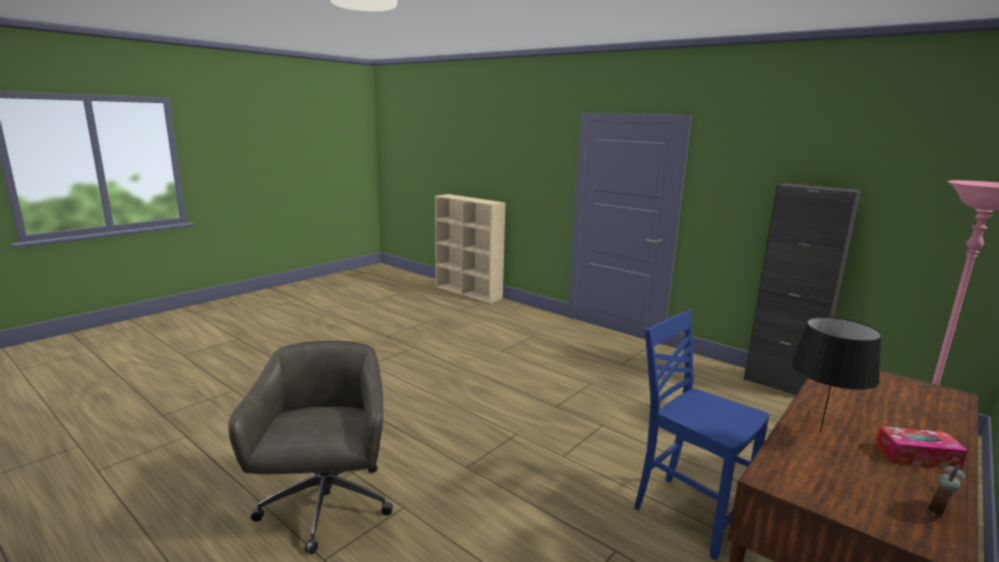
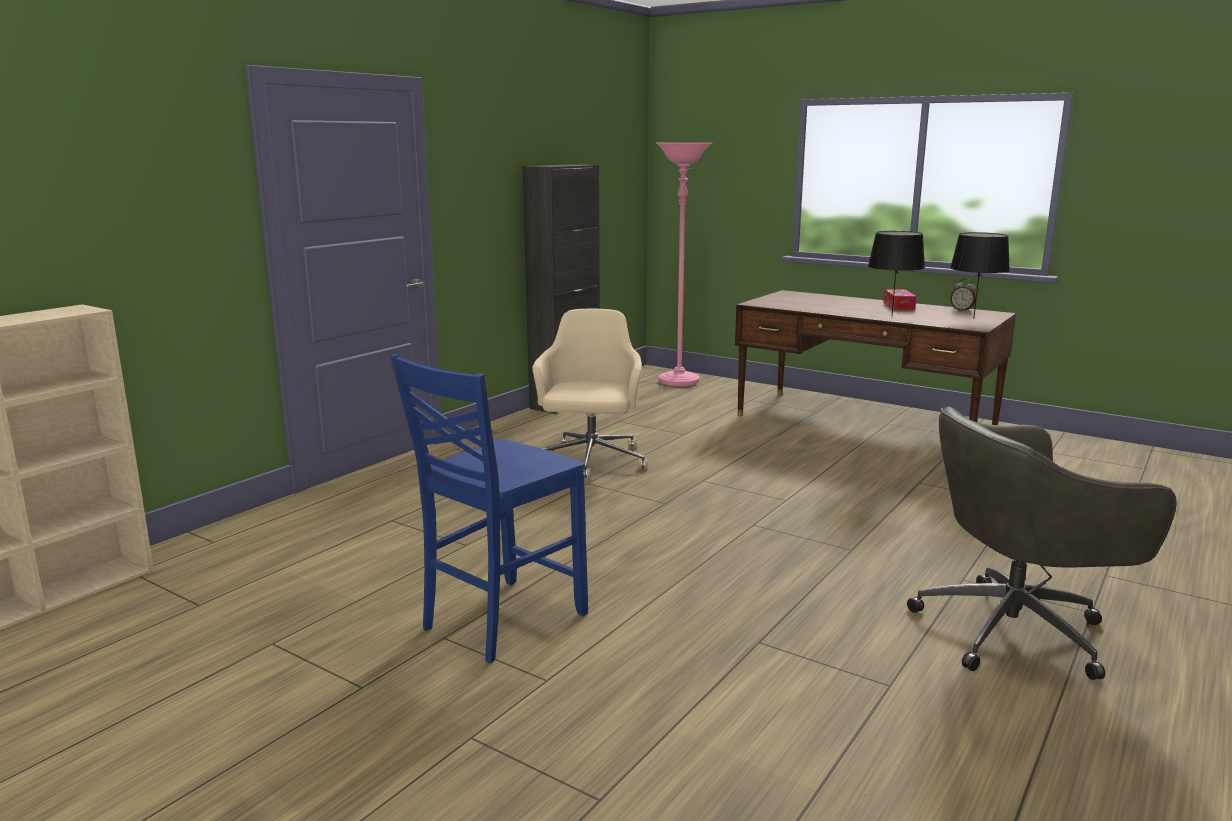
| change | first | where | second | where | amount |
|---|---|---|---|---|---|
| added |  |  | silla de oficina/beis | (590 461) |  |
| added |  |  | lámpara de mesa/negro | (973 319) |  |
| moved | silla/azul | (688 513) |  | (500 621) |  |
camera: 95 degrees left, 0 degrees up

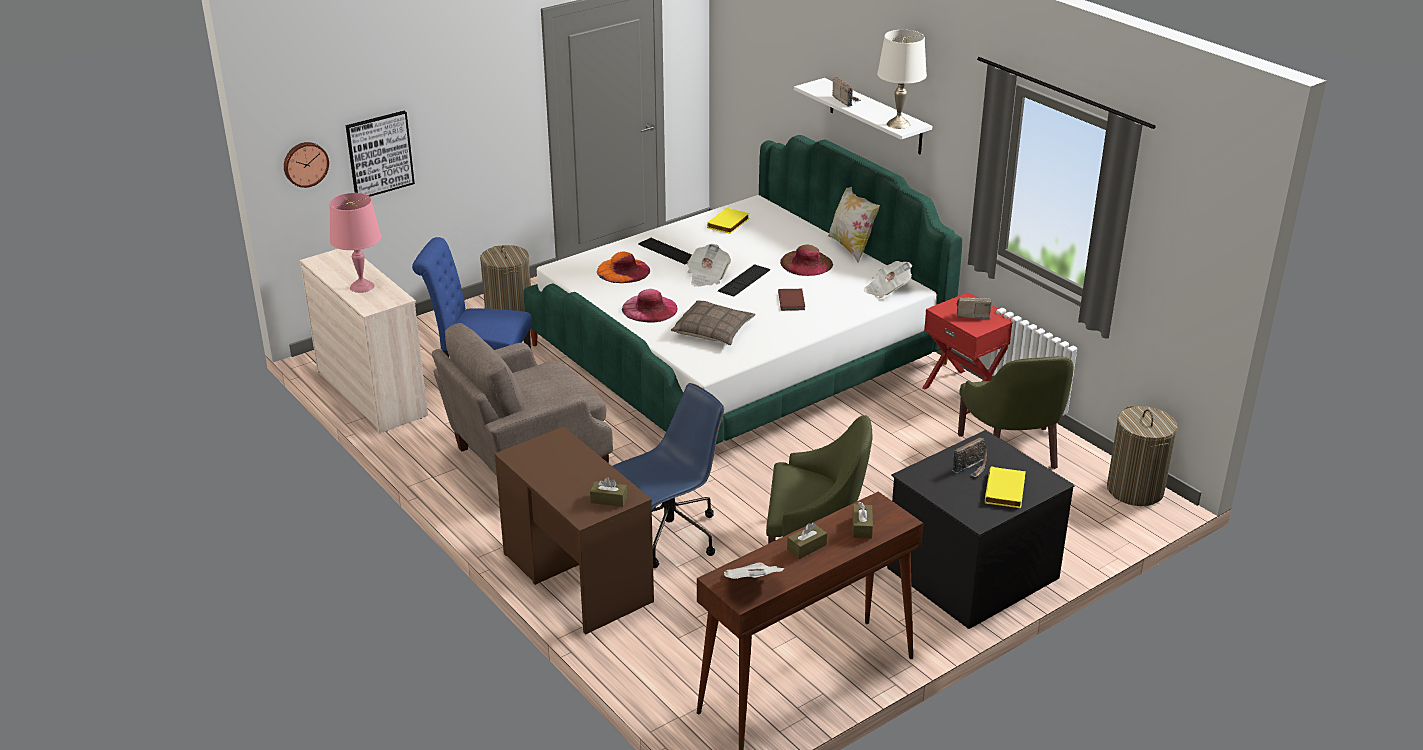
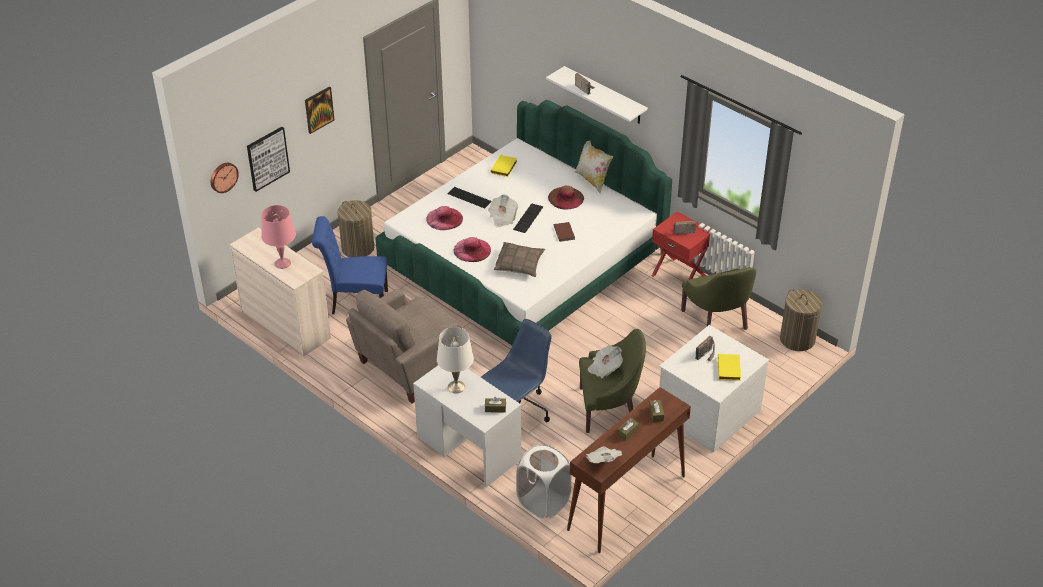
| change | first | where | second | where | amount |
|---|---|---|---|---|---|
| added |  |  | cuadro | (319 109) |  |
| added |  |  | cesto de la ropa/blanco | (543 502) |  |
| moved | periódico | (887 290) |  | (604 368) |  |
| moved | lámpara de mesa/blanco | (898 124) |  | (456 386) |  |
| recoloured | escritorio/marrón | (576 577) | escritorio/blanco | (468 448) |  |
| recoloured | sombrero/naranja | (623 270) | sombrero/rosa | (444 218) |  |
| recoloured | cómoda/negro | (970 571) | cómoda/blanco | (707 412) |  |
camera: 10 degrees left, 10 degrees up

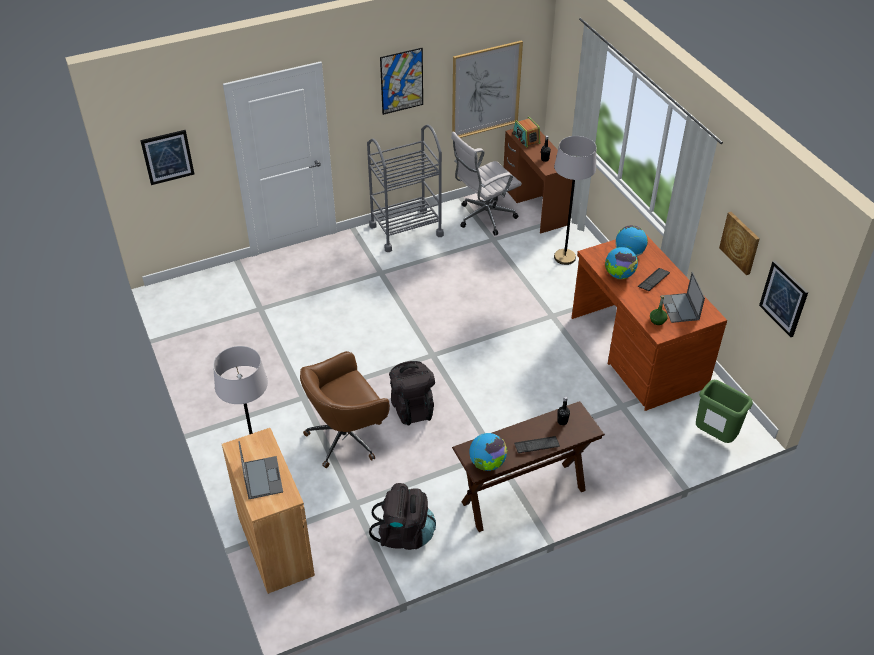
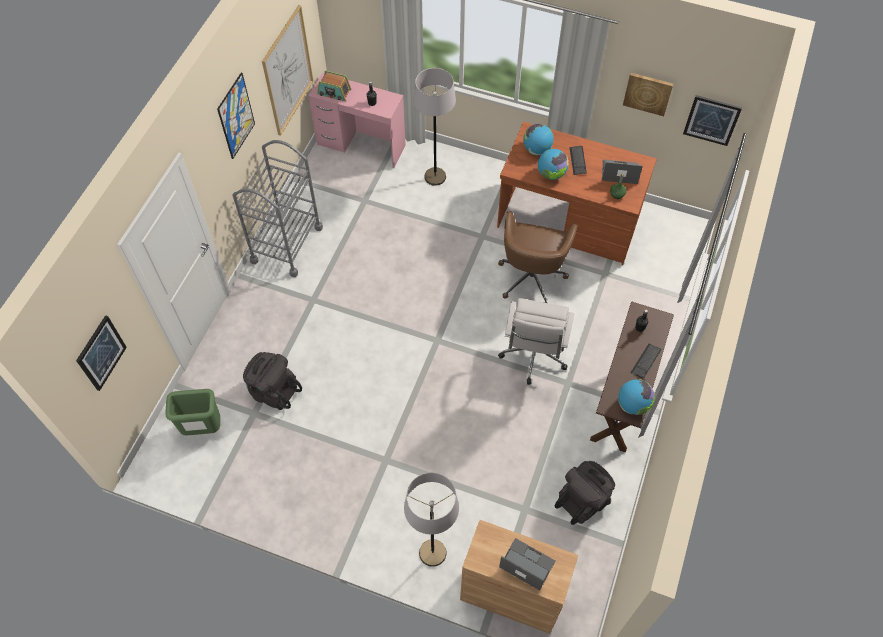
| change | first | where | second | where | amount |
|---|---|---|---|---|---|
| moved | silla de oficina/marrón | (347 437) |  | (531 276) |  |
| moved | mochila/negro | (412 407) |  | (273 391) |  |
| moved | silla de oficina/blanco | (483 218) |  | (533 357) |  |
| moved | papelera/verde | (714 436) |  | (202 429) |  |
| recoloured | escritorio/marrón | (534 206) | escritorio/rosa | (361 145) |  |
| turned | portátil | (680 308) |  | (619 172) | 150 degrees clockwise |
camera: 45 degrees left, 15 degrees up

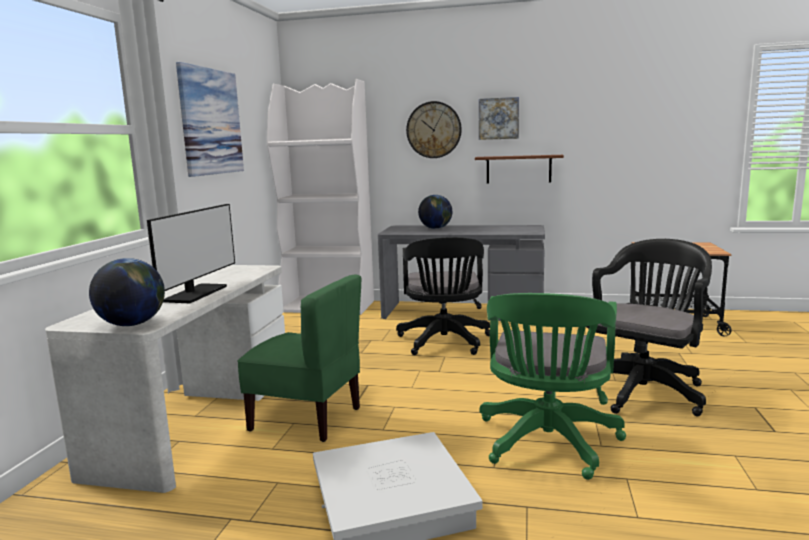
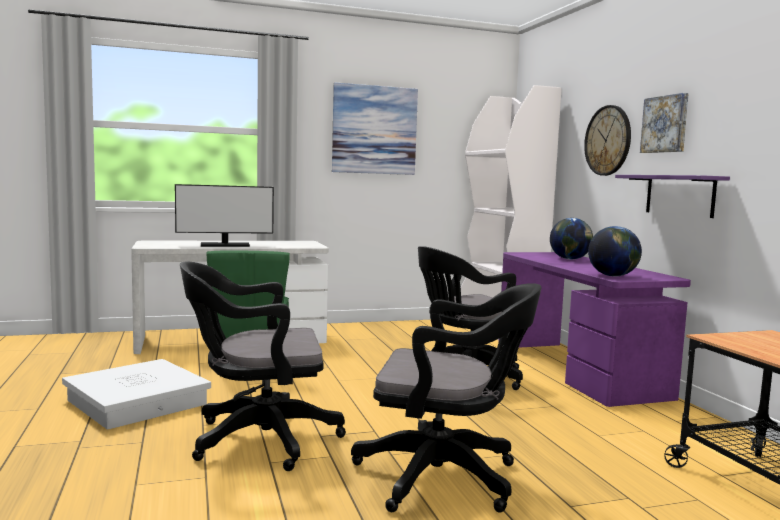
| change | first | where | second | where | amount |
|---|---|---|---|---|---|
| moved | globo terráqueo | (132 324) |  | (612 276) |  |
| recoloured | escritorio/gris | (463 312) | escritorio/morado | (577 371) |  |
| recoloured | estante/marrón | (518 169) | estante/morado | (679 195) |  |
| recoloured | silla de oficina/verde | (547 444) | silla de oficina/negro | (257 440) |  |
camera: 60 degrees right, 5 degrees down

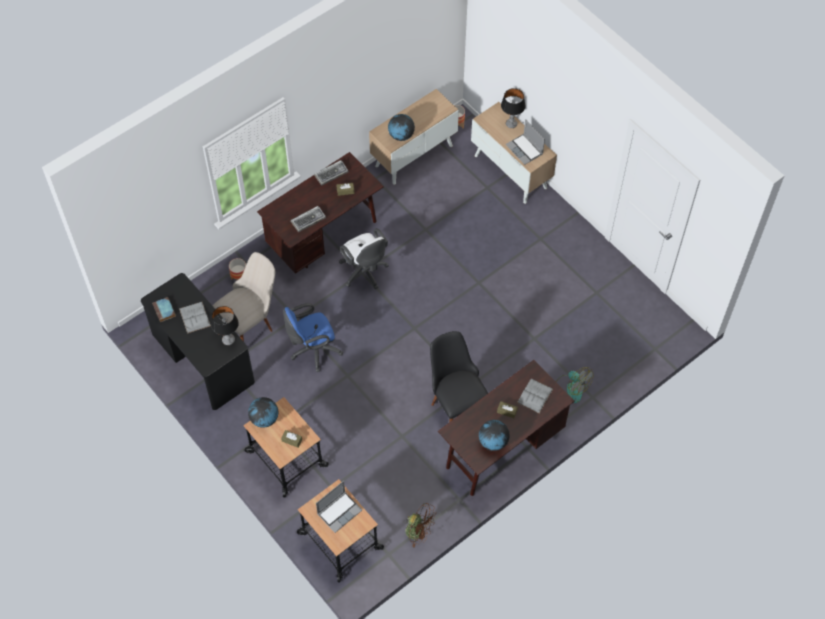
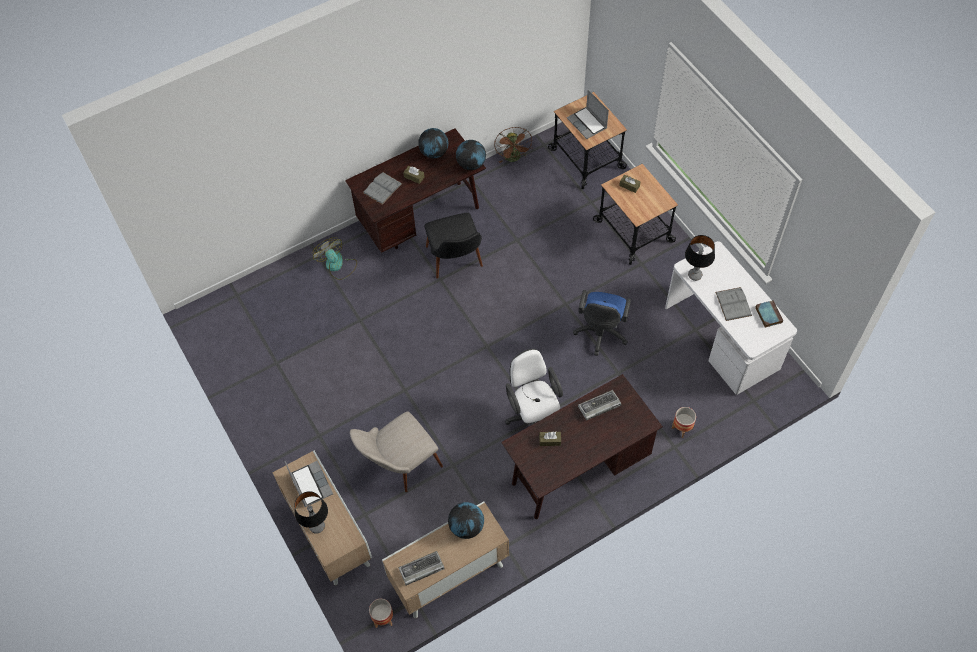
| change | first | where | second | where | amount |
|---|---|---|---|---|---|
| moved | silla/beis | (250 322) |  | (399 466) |  |
| moved | globo terráqueo | (264 419) |  | (471 164) |  |
| moved | teclado | (331 174) |  | (421 569) |  |
| recoloured | escritorio/negro | (202 359) | escritorio/blanco | (722 338) |  |
| turned | silla de oficina/azul | (313 350) |  | (600 334) | 120 degrees clockwise |
| turned | portátil | (339 511) |  | (587 123) | 90 degrees counterclockwise |
| turned | ventilador/marrón | (419 532) |  | (513 158) | 135 degrees counterclockwise |
camera: 170 degrees left, 0 degrees up

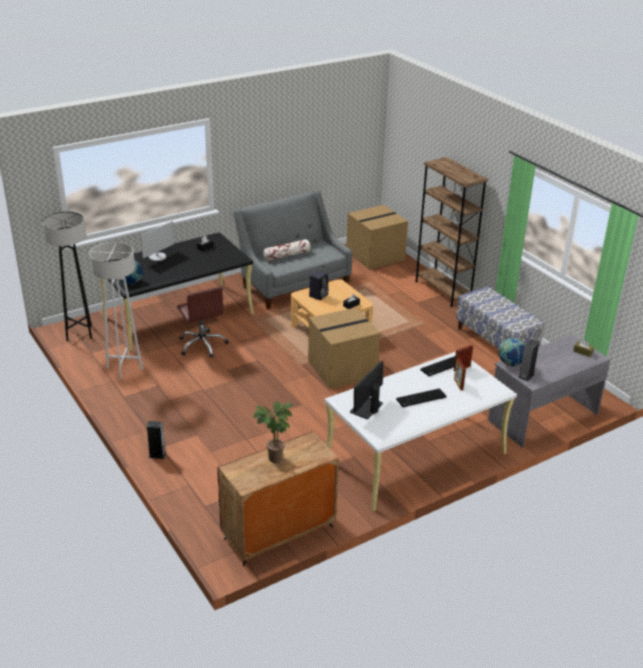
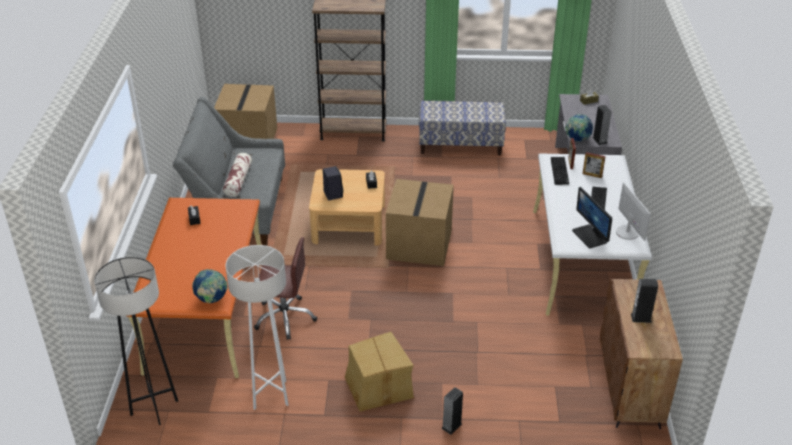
| change | first | where | second | where | amount |
|---|---|---|---|---|---|
| added |  |  | caja de cartón | (378 386) |  |
| moved | monitor | (157 257) |  | (627 232) |  |
| replaced | planta en maceta | (275 460) | altavoz | (641 318) |  |
| recoloured | escritorio/negro | (179 315) | escritorio/naranja | (207 312) |  |
camera: 55 degrees left, 5 degrees up

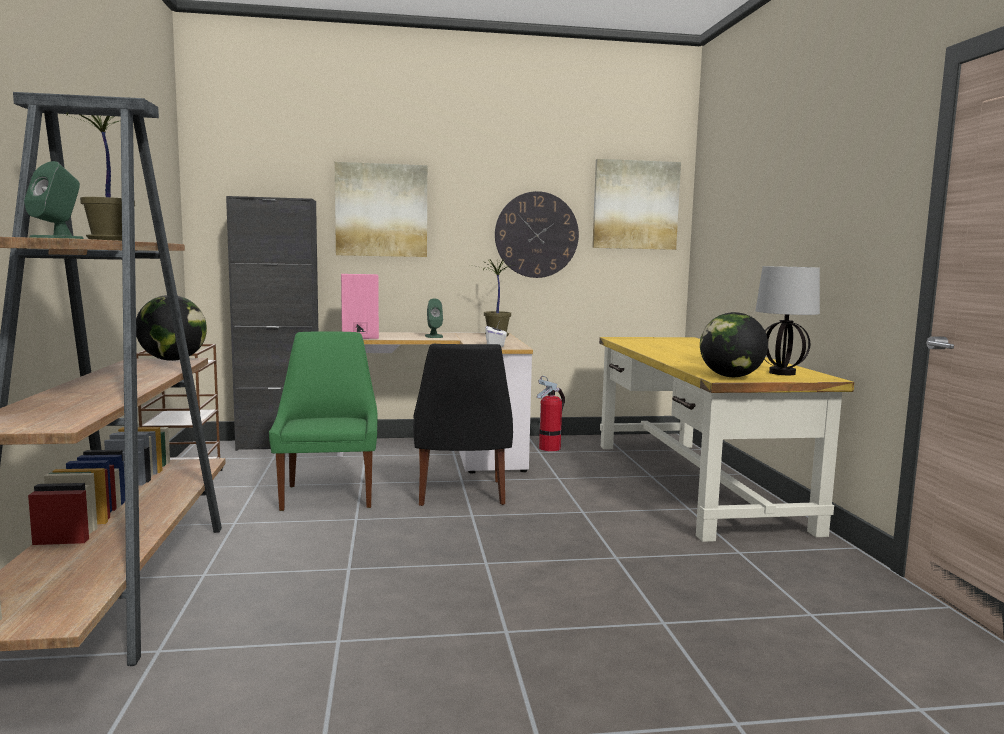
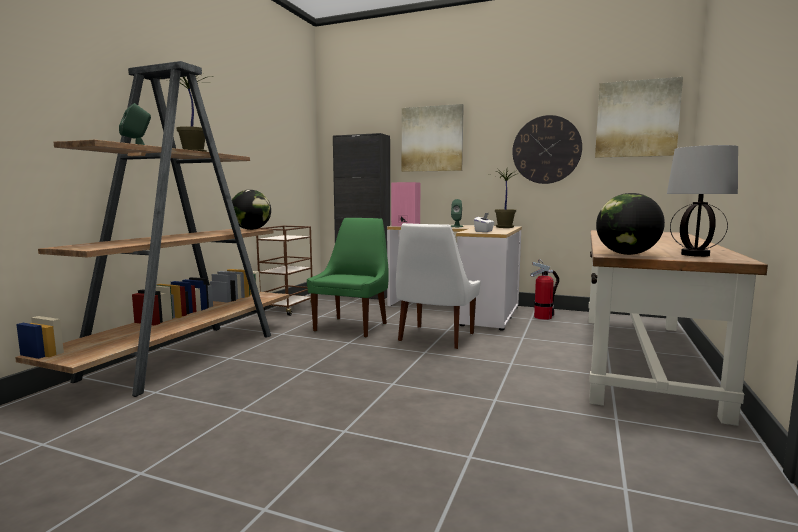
| change | first | where | second | where | amount |
|---|---|---|---|---|---|
| recoloured | silla/negro | (461 494) | silla/blanco | (435 338) |  |
| recoloured | escritorio/amarillo | (694 483) | escritorio/marrón | (642 358) |  |
camera: 30 degrees right, 0 degrees up

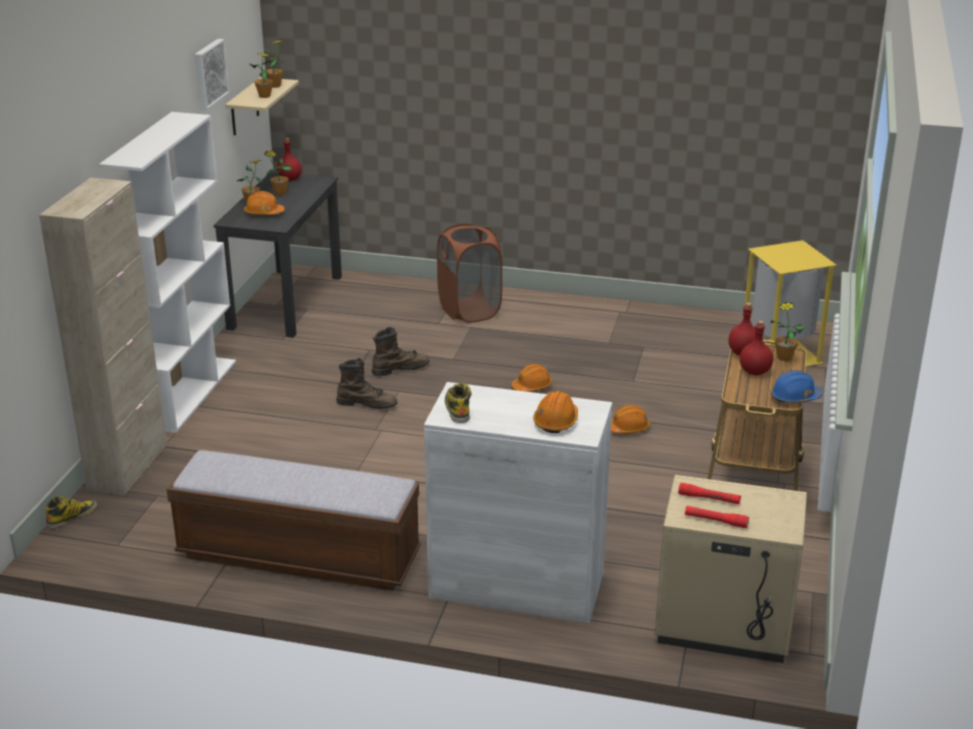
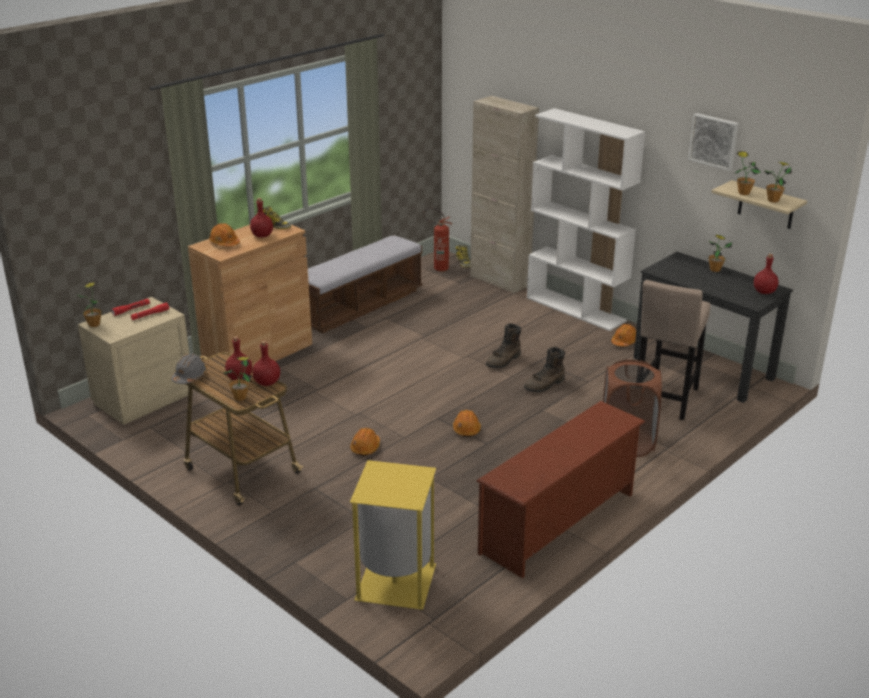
| change | first | where | second | where | amount |
|---|---|---|---|---|---|
| added |  |  | botella/rojo | (262 235) |  |
| added |  |  | extintor | (437 268) |  |
| added |  |  | zapatero/marrón | (559 524) |  |
| added |  |  | taburete/beis | (665 400) |  |
| moved | casco/naranja | (264 213) |  | (624 342) |  |
| moved | planta en maceta | (280 193) |  | (94 324) |  |
| recoloured | armario/blanco | (517 585) | armario/marrón | (257 353) |  |
| recoloured | casco/azul | (794 397) | casco/gris | (190 376) |  |
| turned | bota/marrón | (400 369) |  | (545 385) | 45 degrees clockwise |
camera: 120 degrees right, 0 degrees up

